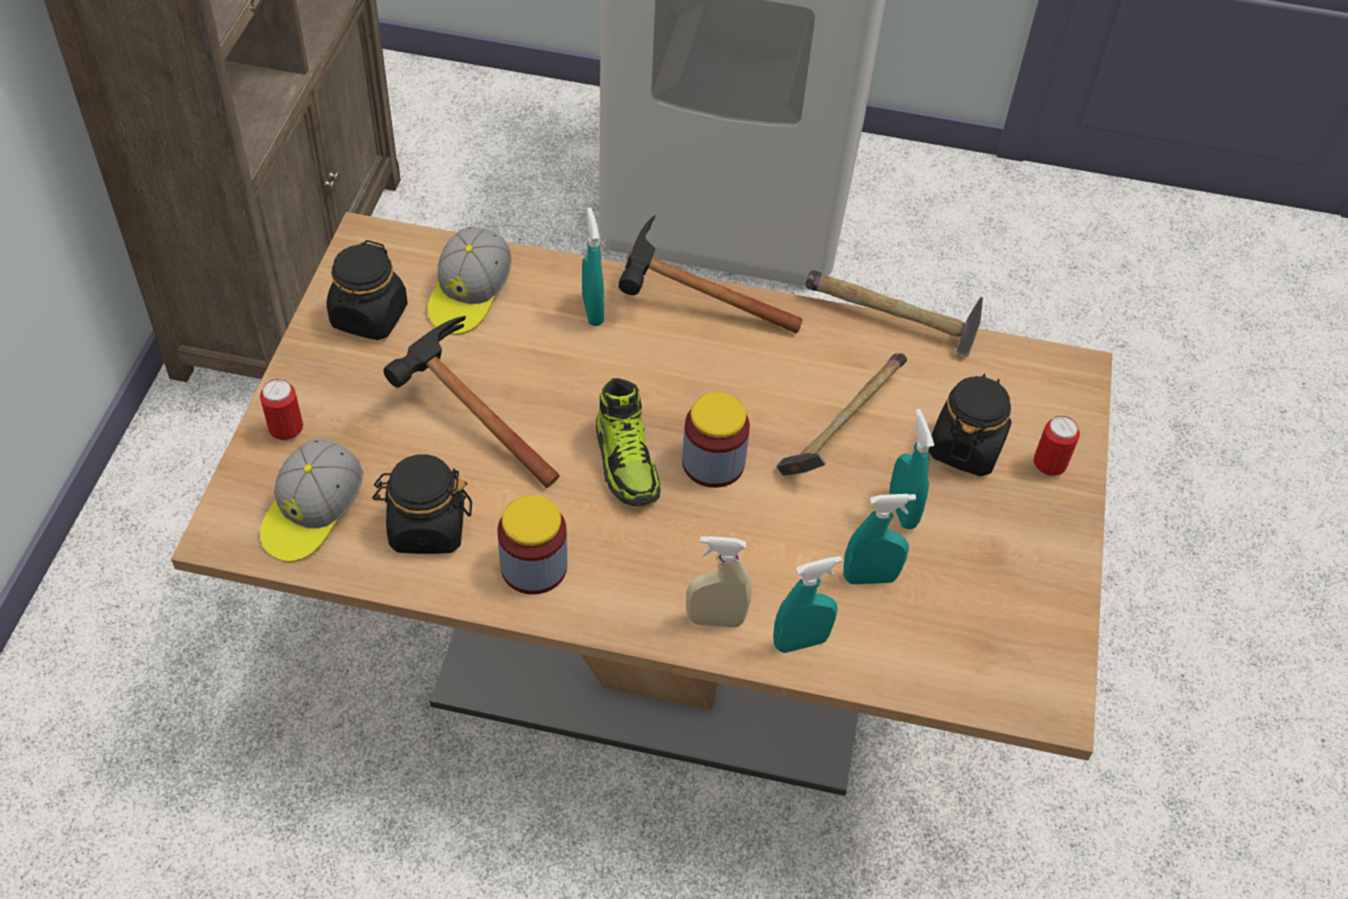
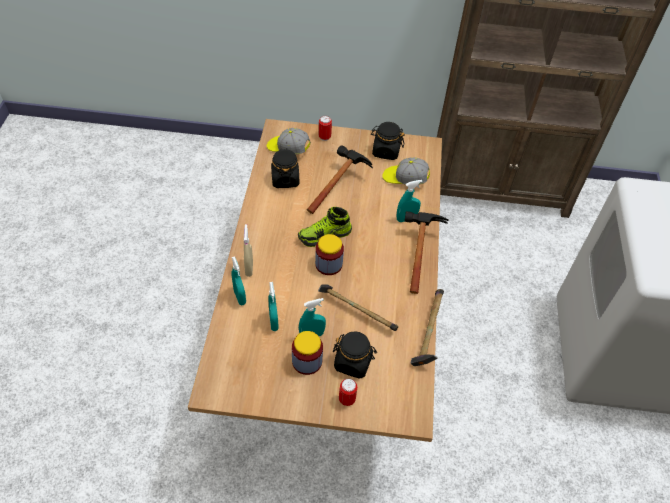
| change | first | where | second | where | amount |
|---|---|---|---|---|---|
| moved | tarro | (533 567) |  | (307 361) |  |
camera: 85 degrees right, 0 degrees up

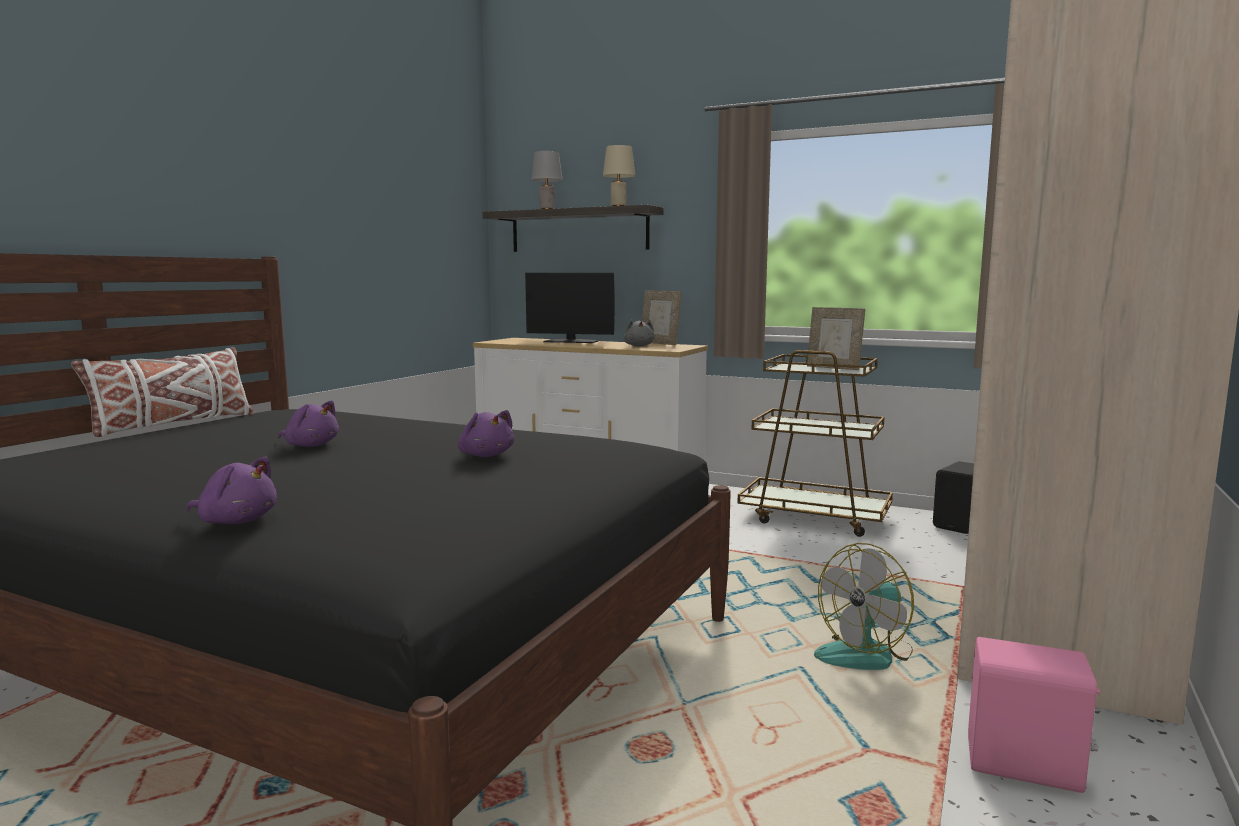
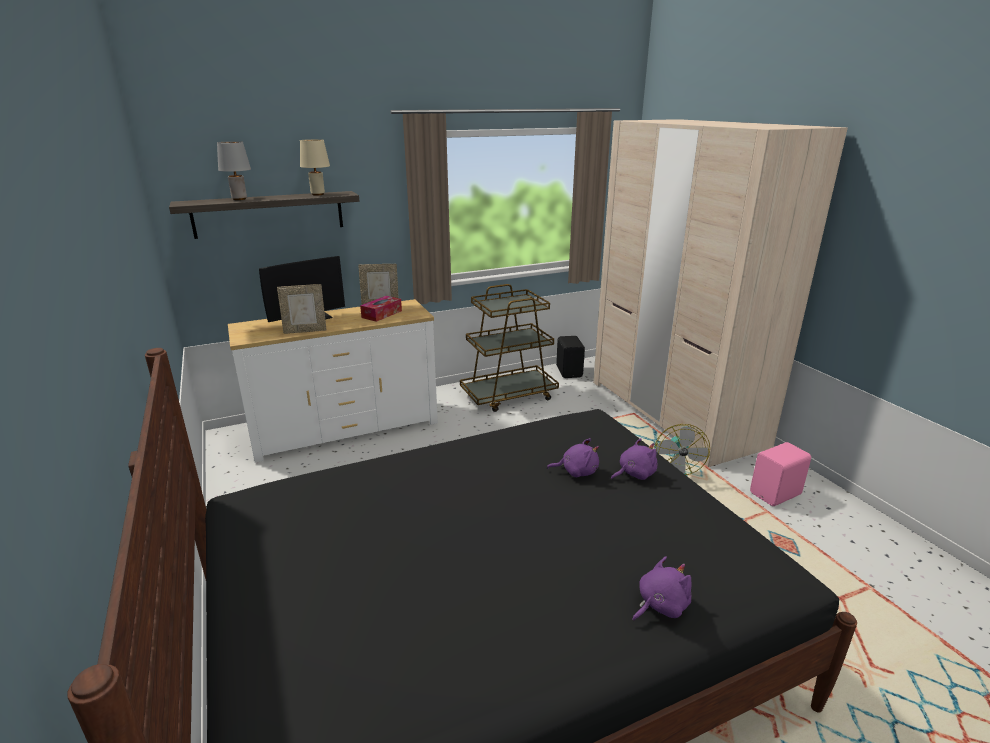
| change | first | where | second | where | amount |
|---|---|---|---|---|---|
| removed | cojín/blanco | (173 425) |  |  |  |
| moved | peluche/morado | (310 445) |  | (634 474) |  |
| moved | portarretratos | (834 368) |  | (305 331) |  |
| replaced | peluche/gris | (639 346) | caja de pañuelos | (382 314) |  |
camera: 50 degrees left, 15 degrees up

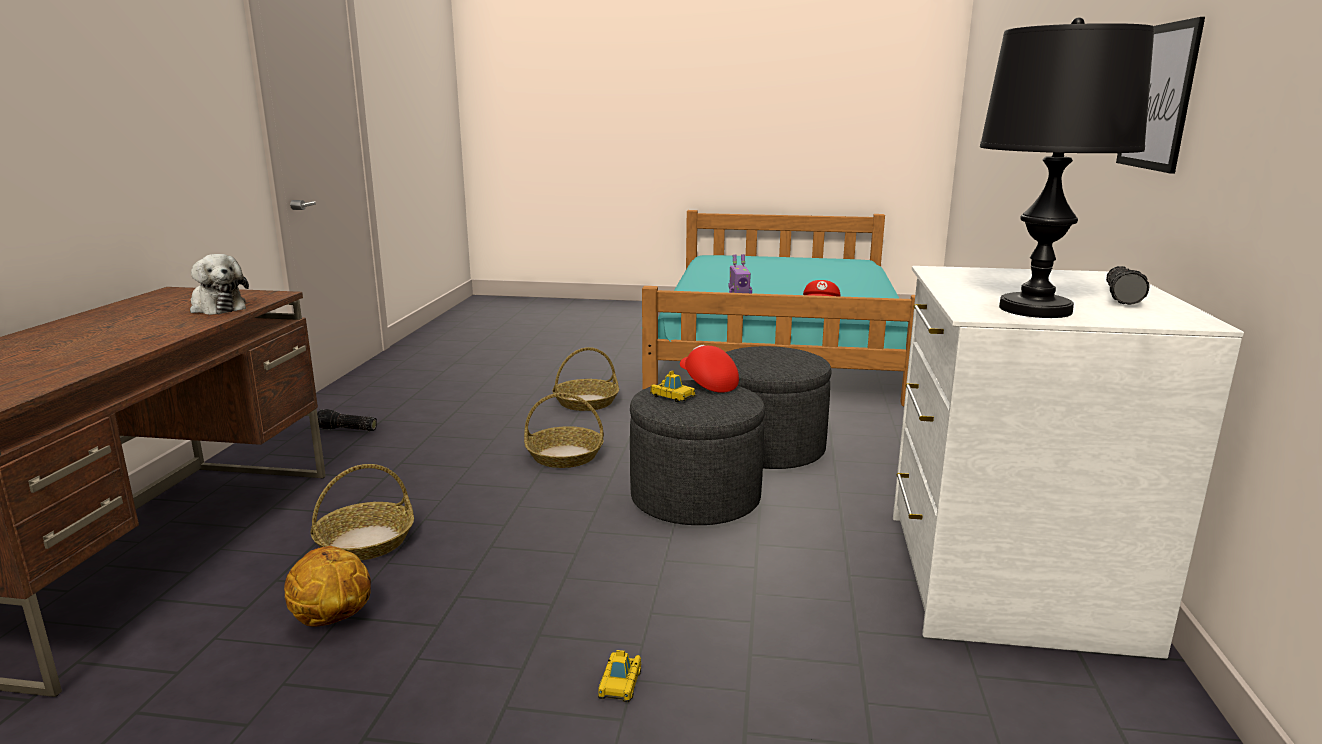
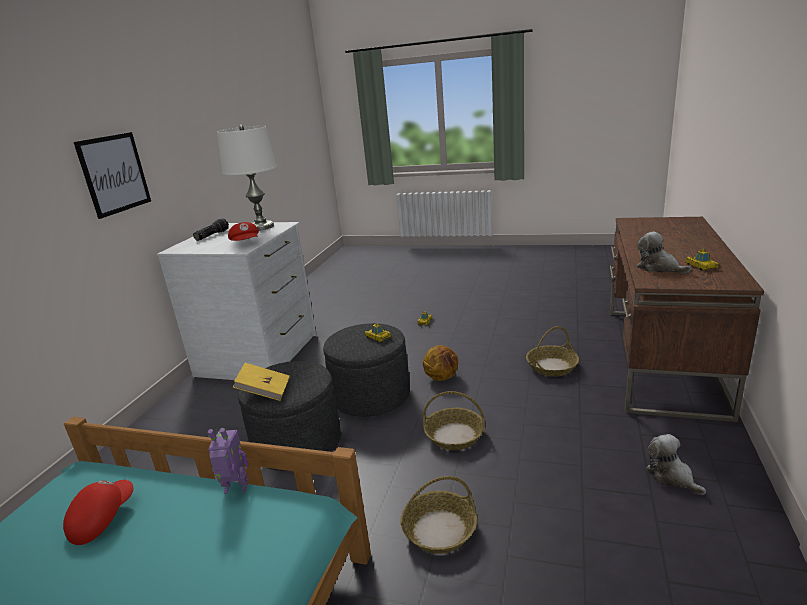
| change | first | where | second | where | amount |
|---|---|---|---|---|---|
| added |  |  | libro/amarillo | (264 392) |  |
| added |  |  | coche de juguete | (701 266) |  |
| moved | balón de baloncesto | (331 619) |  | (442 377) |  |
| moved | gorra/rojo | (707 383) |  | (246 243) |  |
| replaced | linterna | (346 430) | peluche | (671 476) |  |
| recoloured | lámpara de mesa/negro | (1035 309) | lámpara de mesa/blanco | (261 227) |  |
camera: 170 degrees left, 5 degrees up

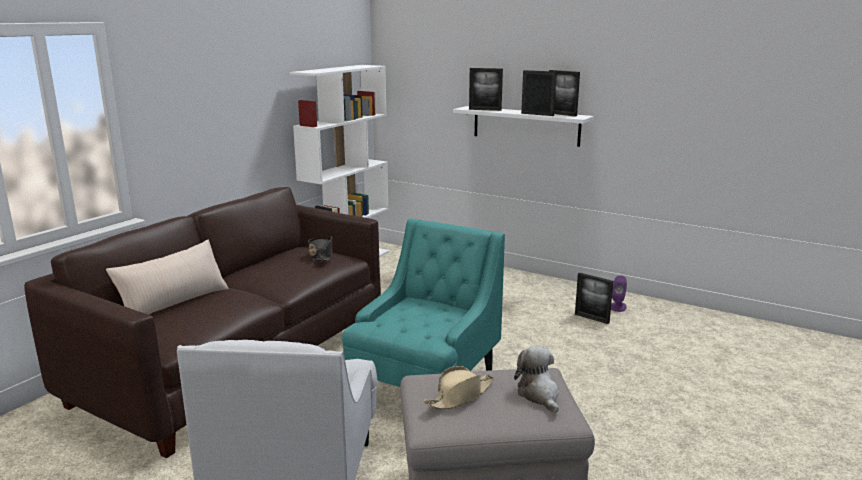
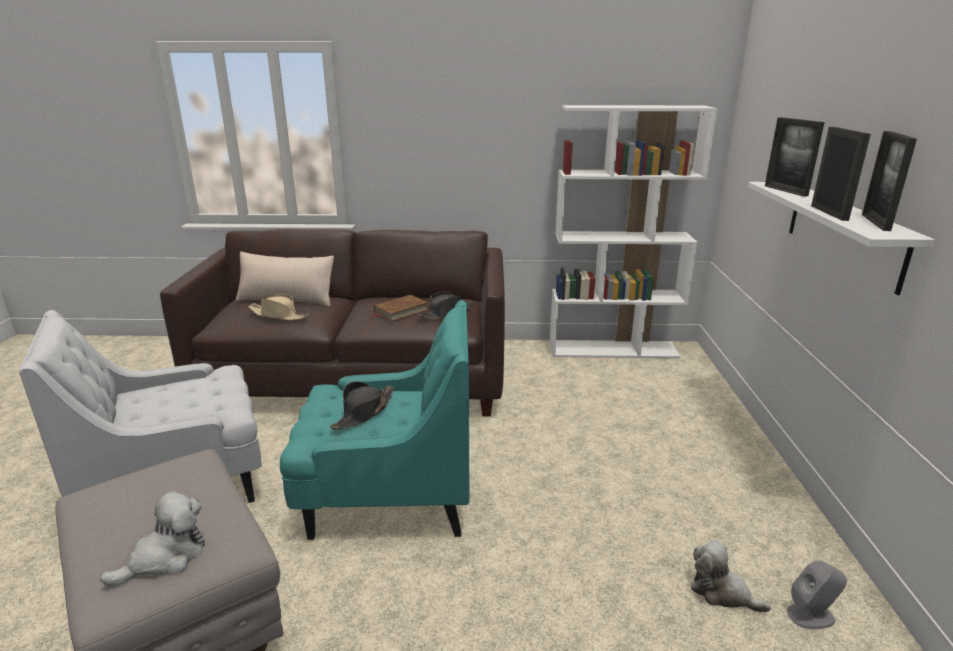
| change | first | where | second | where | amount |
|---|---|---|---|---|---|
| added |  |  | sombrero/negro | (364 412) |  |
| added |  |  | libro/marrón | (400 311) |  |
| moved | sombrero/beis | (460 396) |  | (279 315) |  |
| replaced | portarretratos | (591 318) | peluche | (721 592) |  |
| recoloured | altavoz/morado | (618 307) | altavoz/gris | (811 615) |  |
camera: 60 degrees right, 5 degrees up

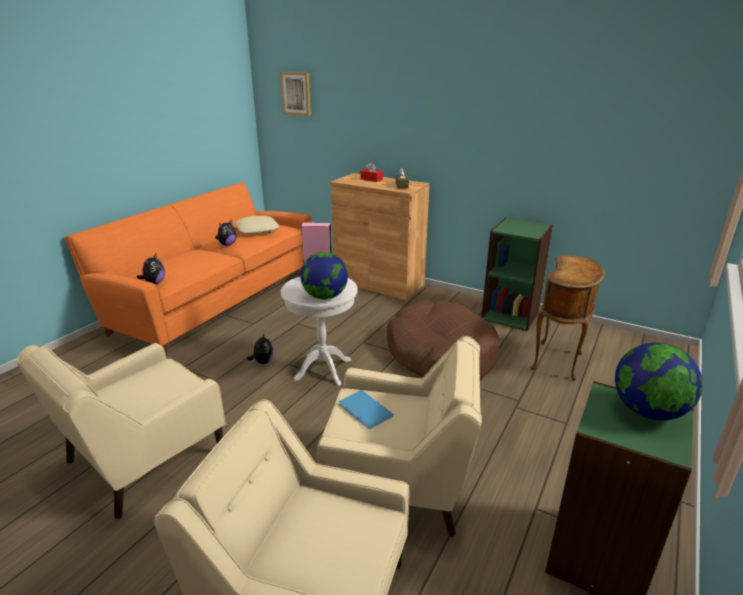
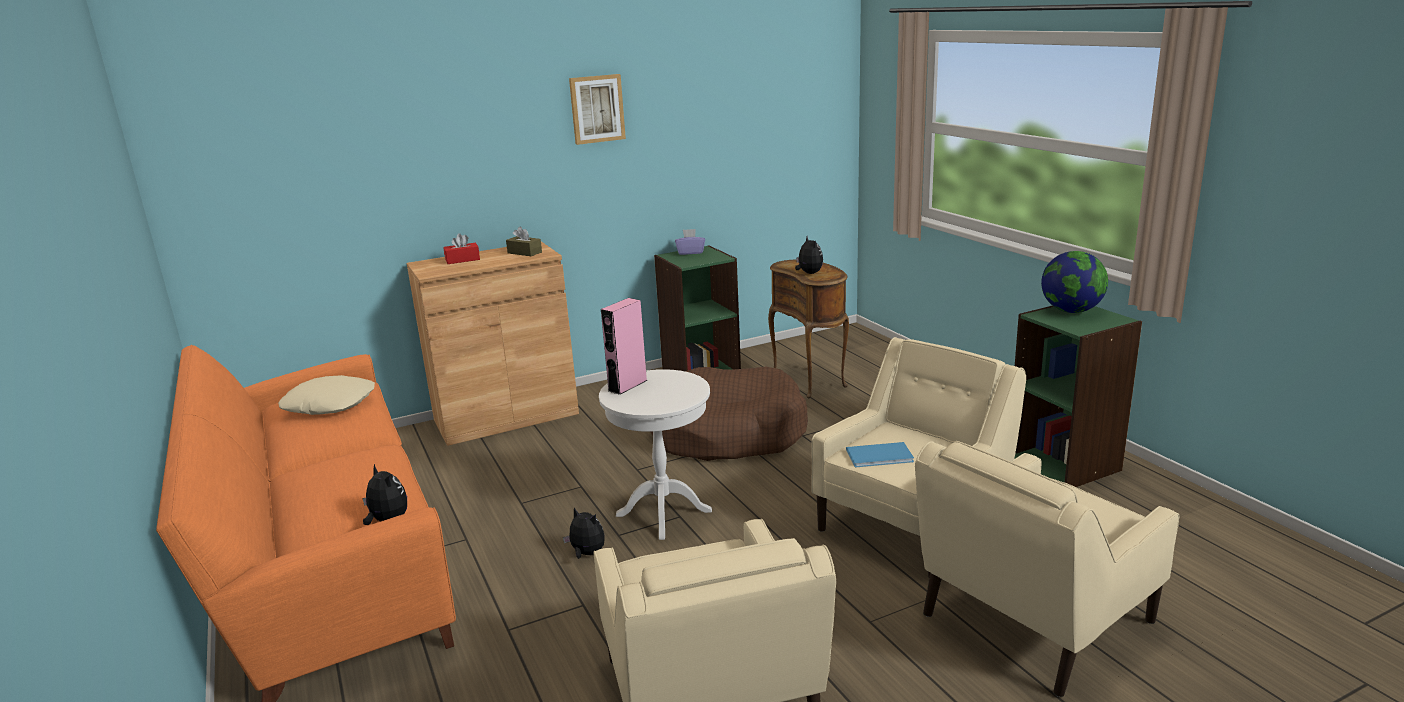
| change | first | where | second | where | amount |
|---|---|---|---|---|---|
| removed | globo terráqueo | (325 297) |  |  |  |
| added |  |  | caja de pañuelos/morado | (690 252) |  |
| moved | peluche | (227 244) |  | (808 273) |  |
| moved | cuadro | (296 93) |  | (597 109) |  |
camera: 55 degrees left, 5 degrees down

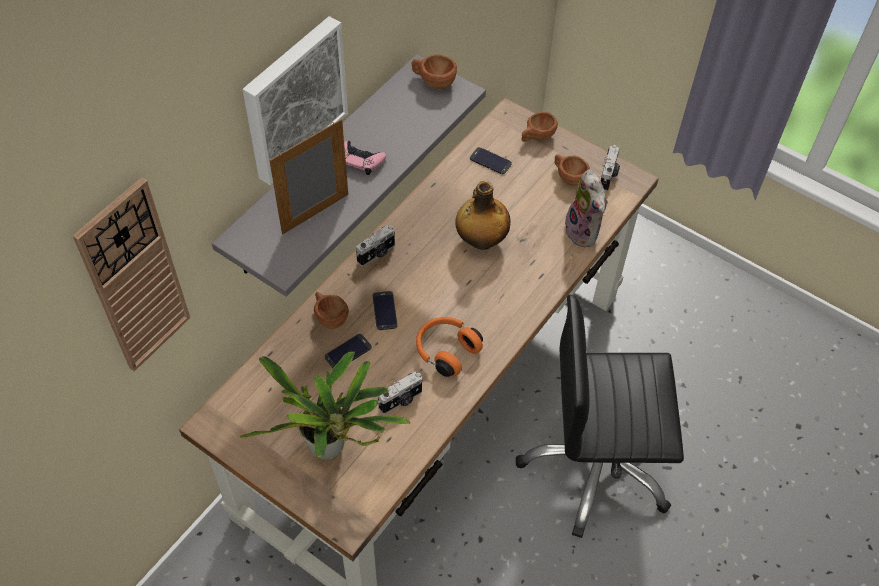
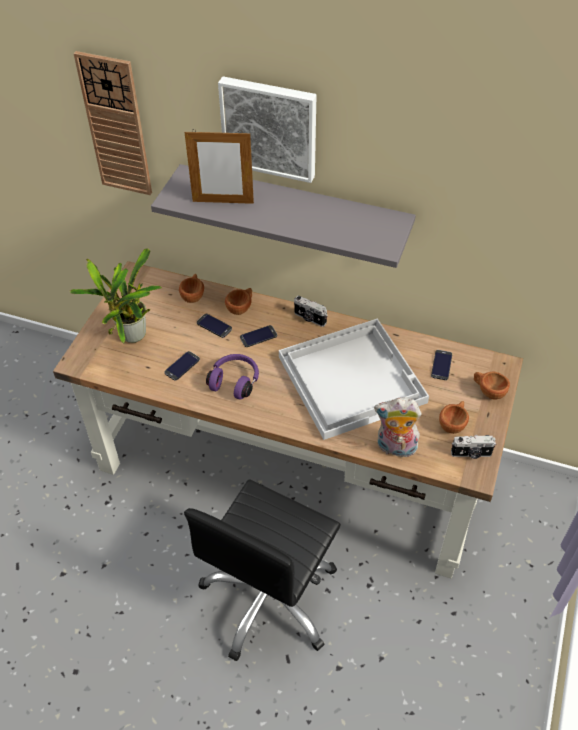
| change | first | where | second | where | amount |
|---|---|---|---|---|---|
| removed | mando de consola/rosa | (360 160) |  |  |  |
| moved | taza/marrón | (433 81) |  | (193 295) |  |
| replaced | cámara | (401 400) | móvil | (182 366) |  |
| replaced | botella | (481 240) | bandeja/blanco | (352 378) |  |
| recoloured | auriculares/naranja | (446 350) | auriculares/morado | (235 381) |  |
| turned | portarretratos | (315 214) |  | (223 202) | 150 degrees clockwise |
| turned | silla de oficina/negro | (596 466) |  | (270 598) | 135 degrees counterclockwise |
| turned | peluche | (584 232) |  | (395 448) | 45 degrees clockwise |
camera: 75 degrees right, 5 degrees down

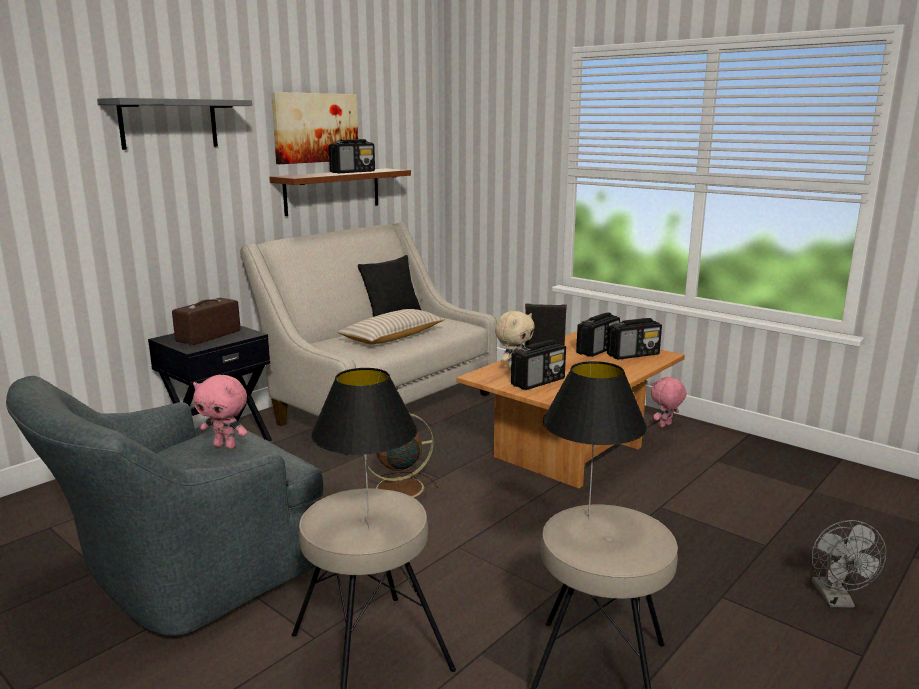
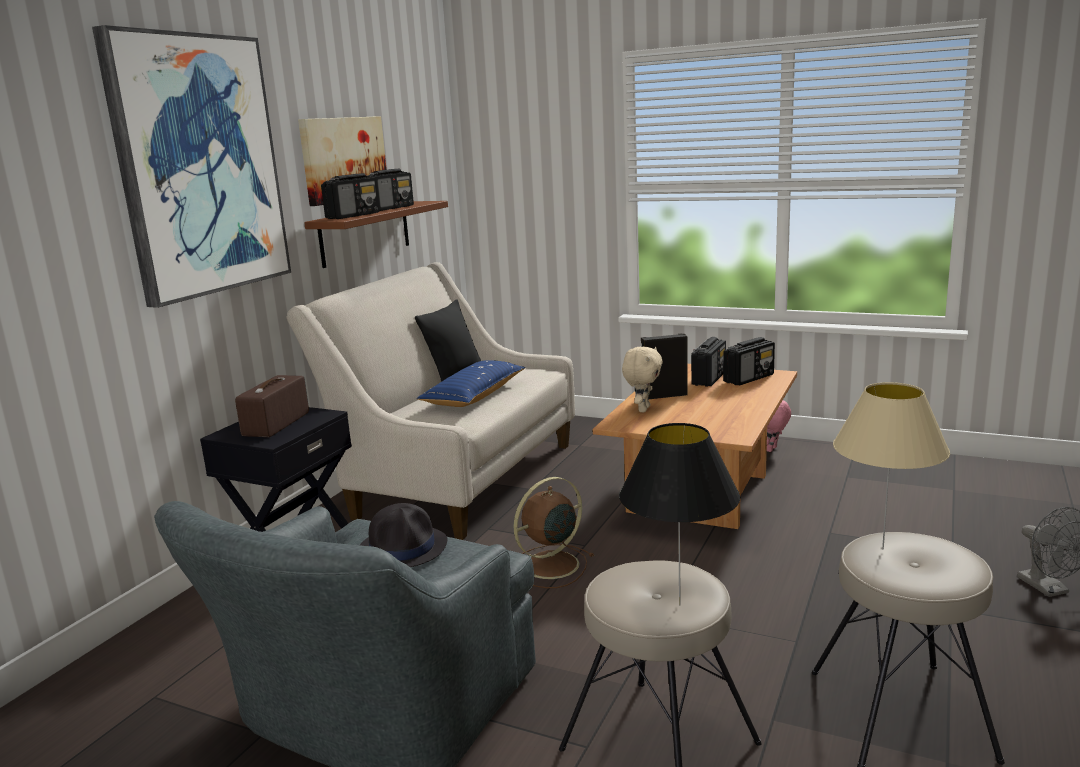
| change | first | where | second | where | amount |
|---|---|---|---|---|---|
| moved | radio | (538 382) |  | (353 216) |  |
| replaced | estante/gris | (169 124) | cuadro | (199 166) |  |
| replaced | peluche/rosa | (225 446) | sombrero/negro | (403 548) |  |
| recoloured | cojín/beis | (392 337) | cojín/azul | (474 396) |  |
| recoloured | lámpara de mesa/negro | (588 518) | lámpara de mesa/beis | (882 549) |  |
camera: 15 degrees left, 0 degrees up

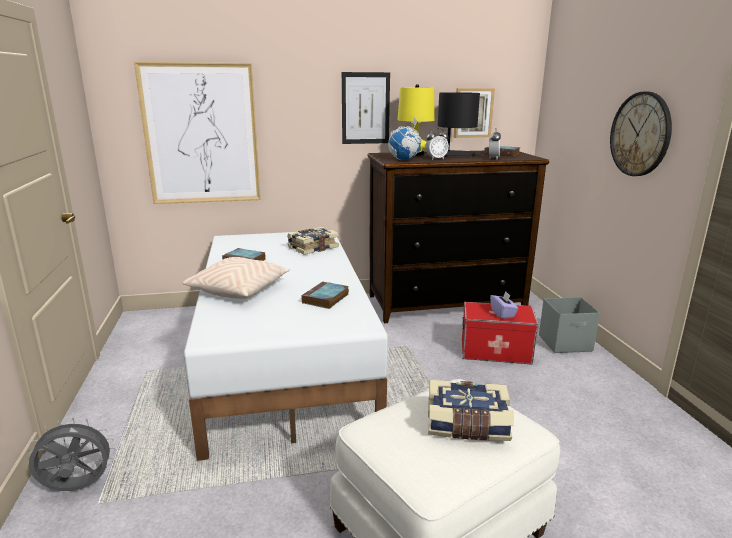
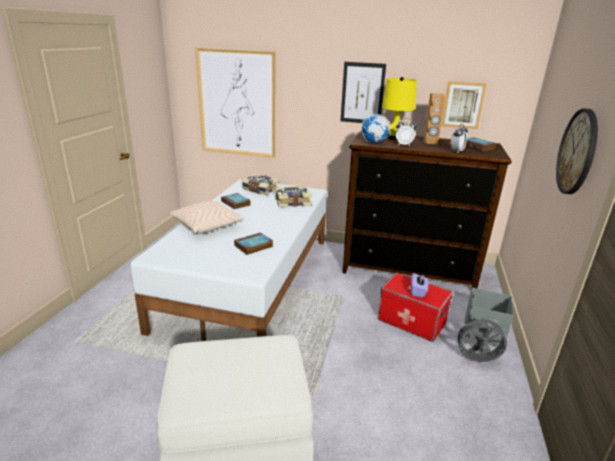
| change | first | where | second | where | amount |
|---|---|---|---|---|---|
| moved | ventilador/gris | (77 489) |  | (476 360) |  |
| moved | libro | (467 424) |  | (260 190) |  |
| replaced | lámpara de mesa/negro | (455 154) | altavoz/marrón | (430 142) |  |
camera: 25 degrees right, 5 degrees up

